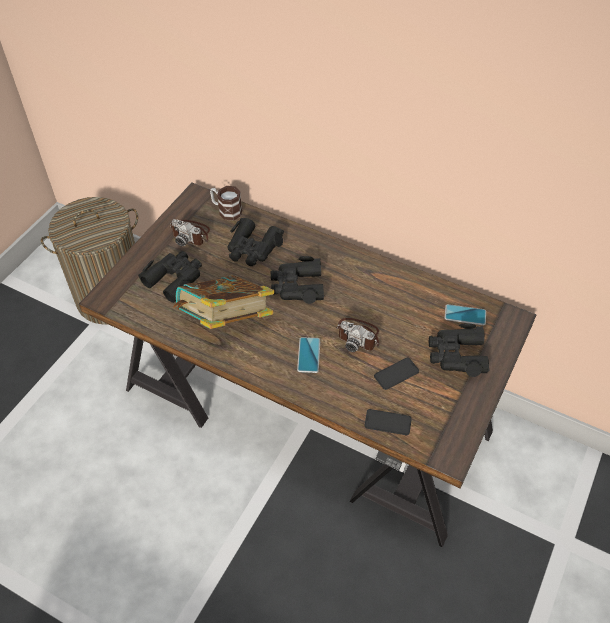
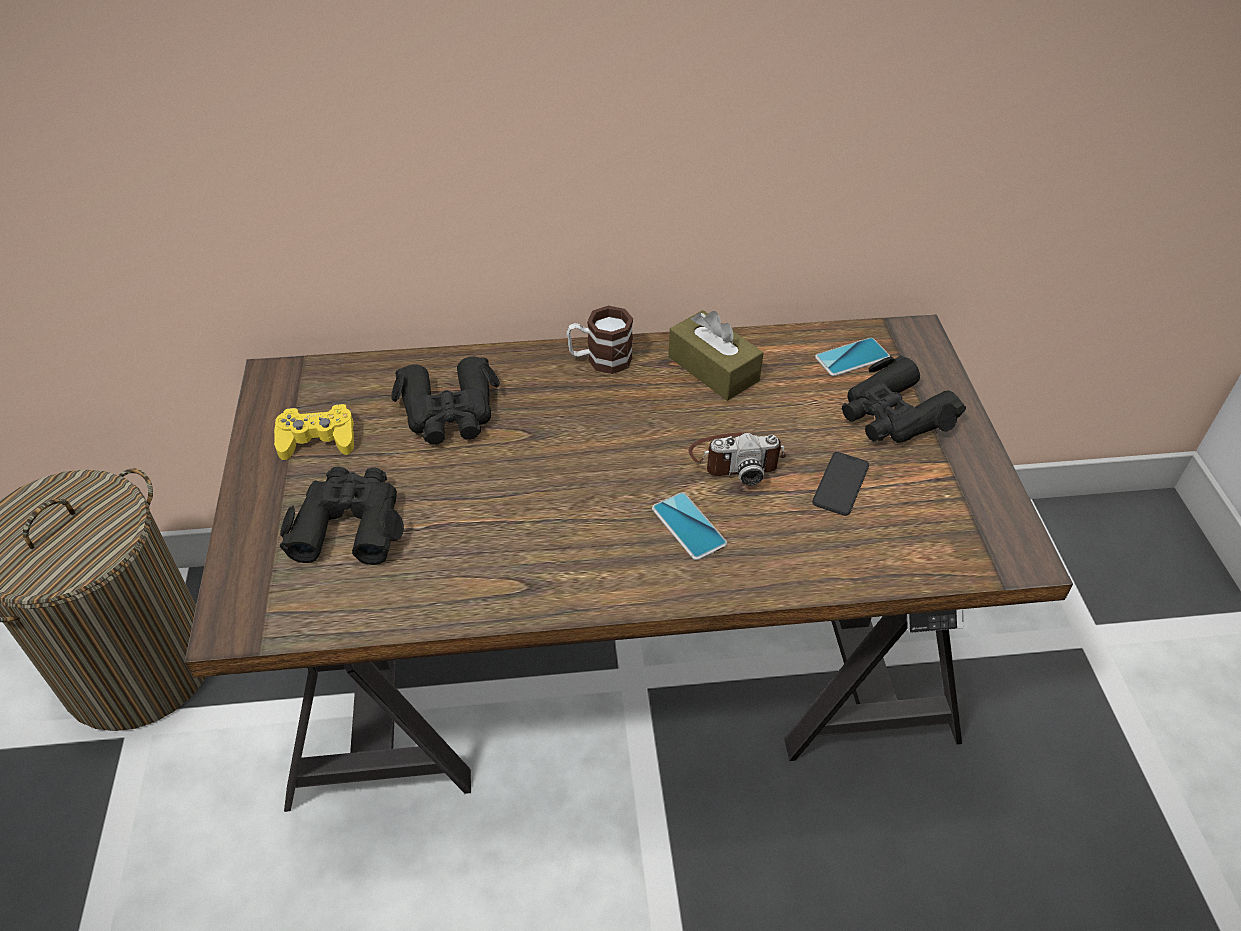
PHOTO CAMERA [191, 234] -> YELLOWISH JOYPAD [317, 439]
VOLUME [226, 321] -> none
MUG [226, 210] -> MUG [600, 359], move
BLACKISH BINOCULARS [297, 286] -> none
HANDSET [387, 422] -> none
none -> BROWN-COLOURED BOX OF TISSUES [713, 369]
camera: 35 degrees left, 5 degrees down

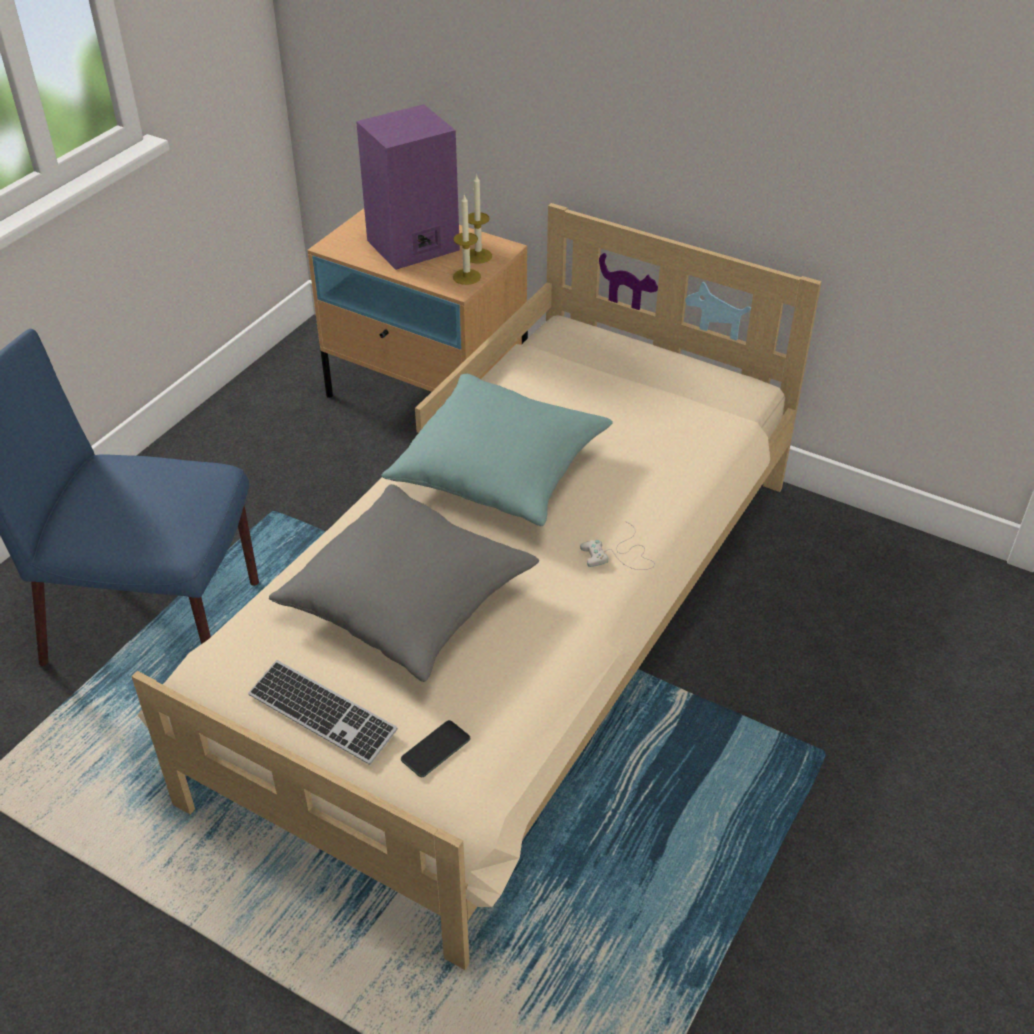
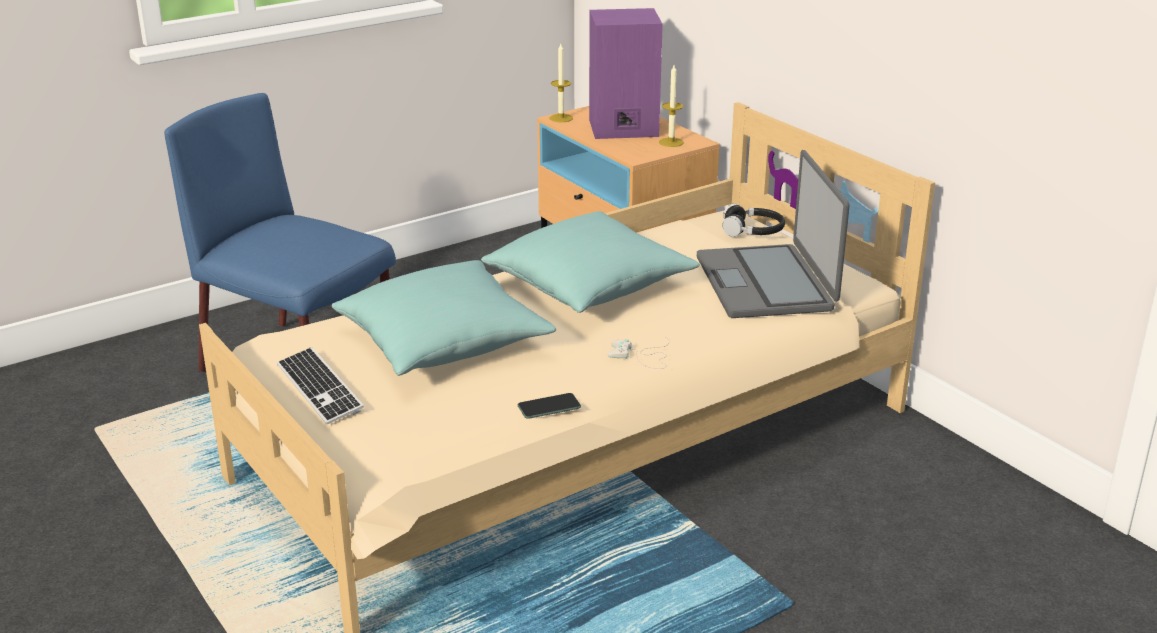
GREYISH PILLOW [408, 601] -> TURQUOISE-COLOURED PILLOW [443, 343]
HANDSET [435, 749] -> HANDSET [549, 407], move
CANDLE [466, 277] -> CANDLE [561, 118], move
none -> NOTEBOOK COMPUTER [766, 283]
none -> BLACKISH PAIR OF HEADPHONES [753, 231]
camera: 25 degrees right, 15 degrees down

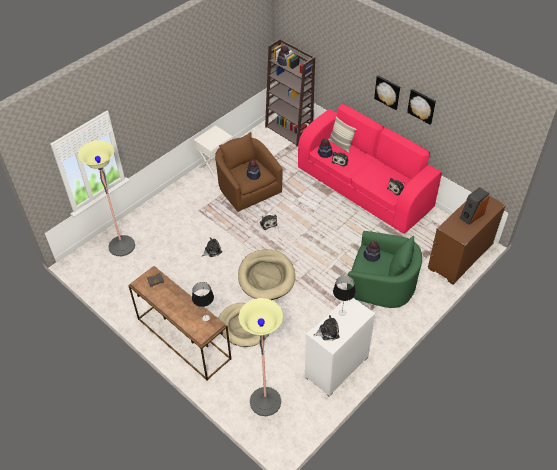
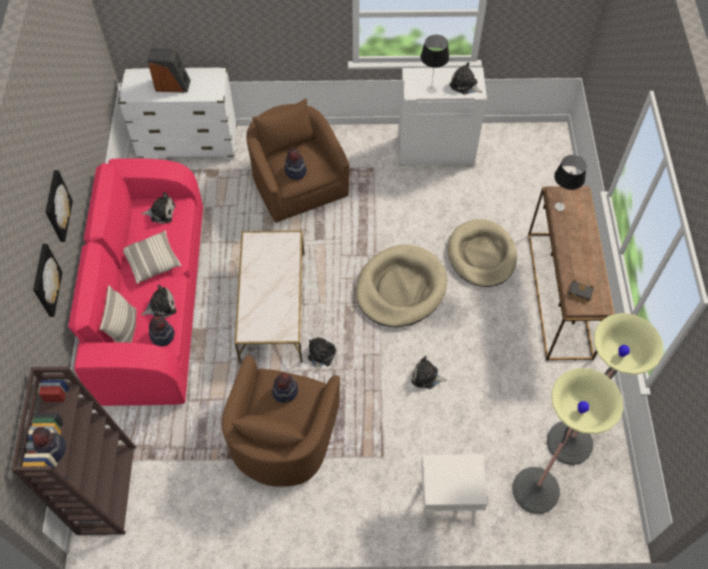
WHITE-COLOURED NIGHT TABLE [215, 166] -> WHITE-COLOURED NIGHT TABLE [447, 504], move
STANDING LAMP [265, 401] -> STANDING LAMP [569, 442], move
GREENISH EASY CHAIR [381, 284] -> BROWN-COLOURED EASY CHAIR [297, 182]
WALL PICTURE [422, 106] -> WALL PICTURE [45, 280], move
BROWN-COLOURED DRESSER [460, 257] -> WHITE-COLOURED DRESSER [188, 143]
none -> PILLOW [153, 261]
none -> WHITE-COLOURED COFFEE TABLE [273, 306]
camera: 135 degrees left, 10 degrees up

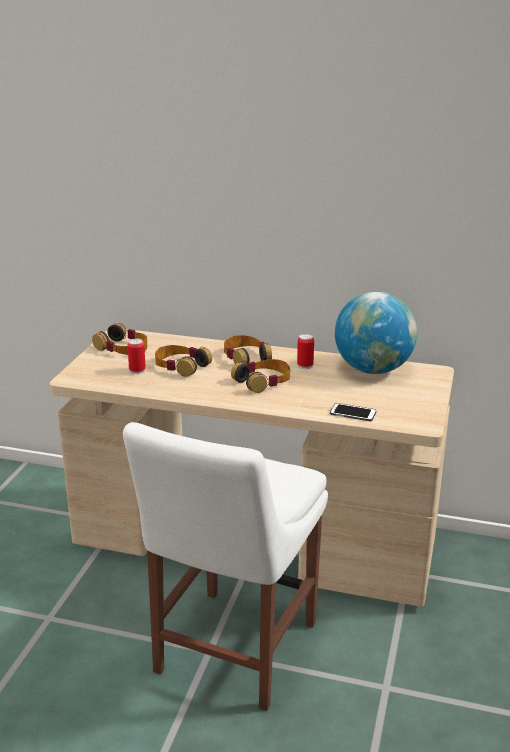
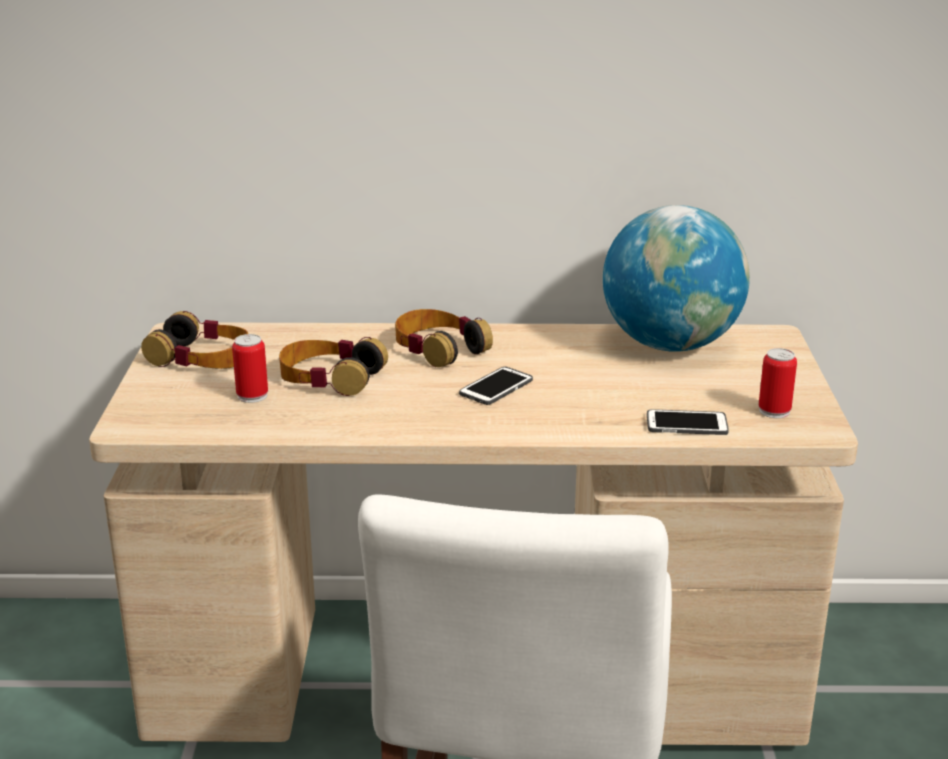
PAIR OF HEADPHONES [263, 381] -> HANDSET [496, 387]
METAL CAN [305, 365] -> METAL CAN [774, 411], move
camera: 15 degrees left, 0 degrees up

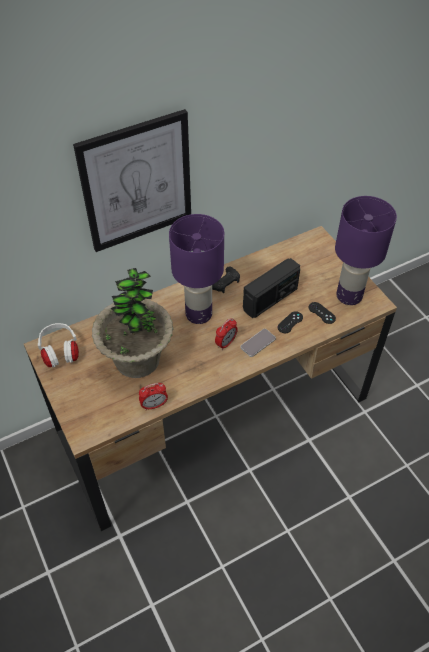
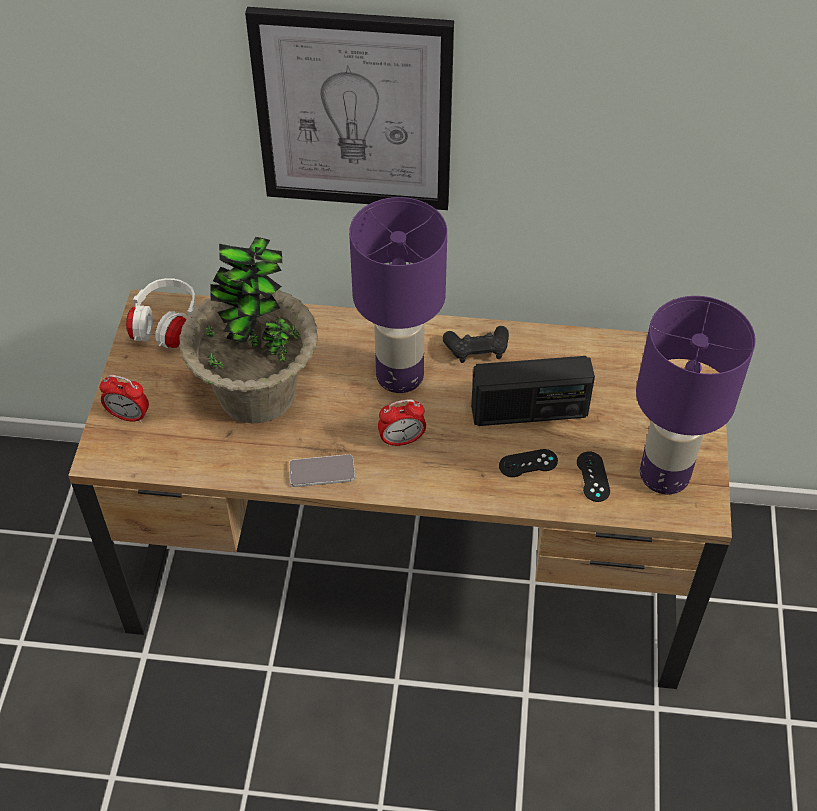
ALARM CLOCK [154, 405] -> ALARM CLOCK [129, 416], move
HANDSET [258, 343] -> HANDSET [322, 471], move
camera: 35 degrees right, 0 degrees up

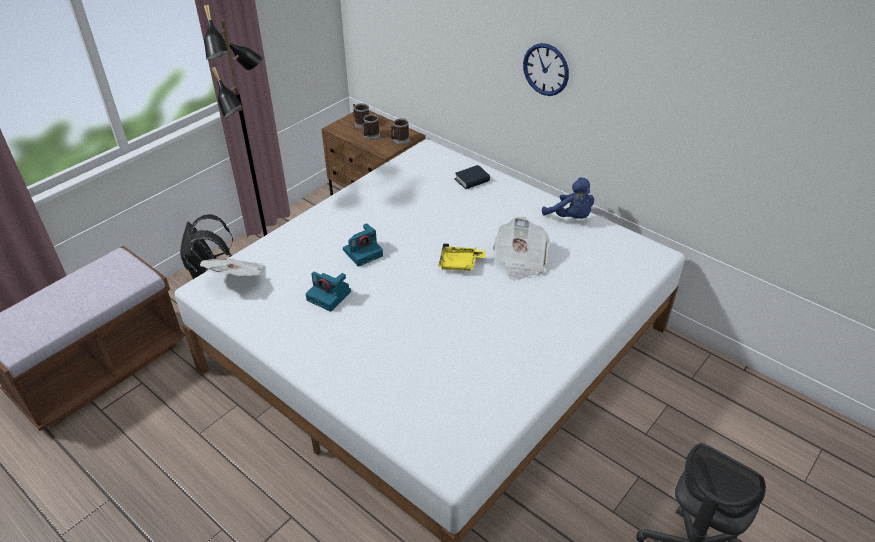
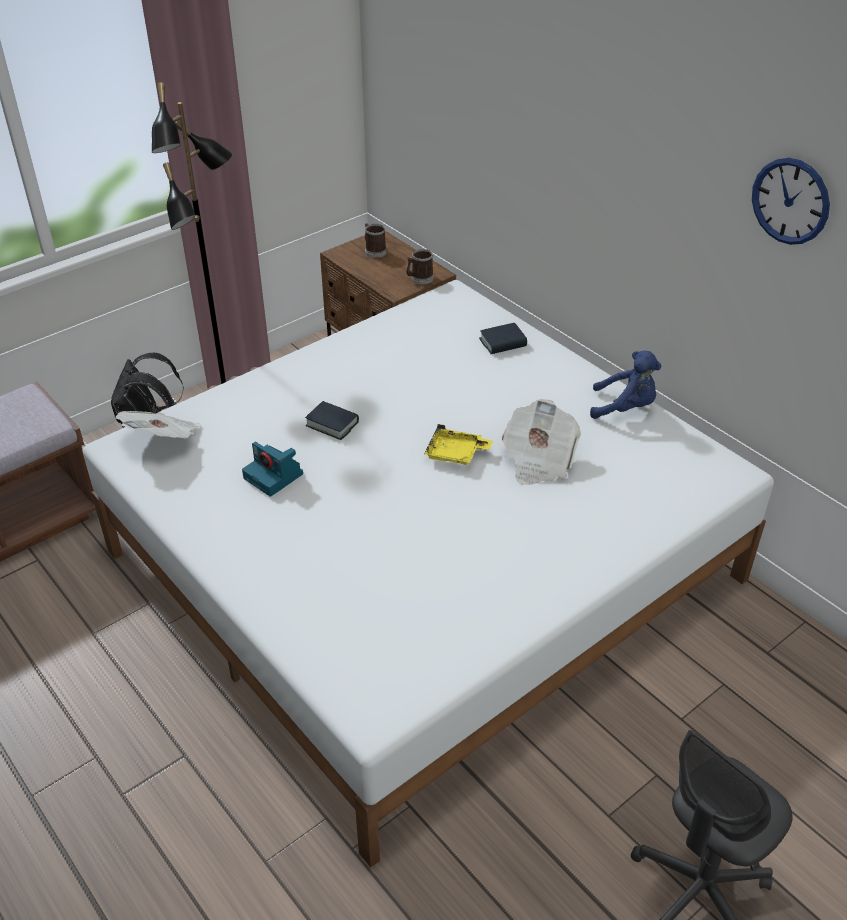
PHOTO CAMERA [363, 252] -> VOLUME [332, 424]
MUG [370, 136] -> none
CLOCK ON THE WALL [546, 69] -> CLOCK ON THE WALL [790, 201], move
BLUE SOFT TOY [570, 217] -> BLUE SOFT TOY [625, 408], 45 degrees counterclockwise
camera: 10 degrees right, 0 degrees up

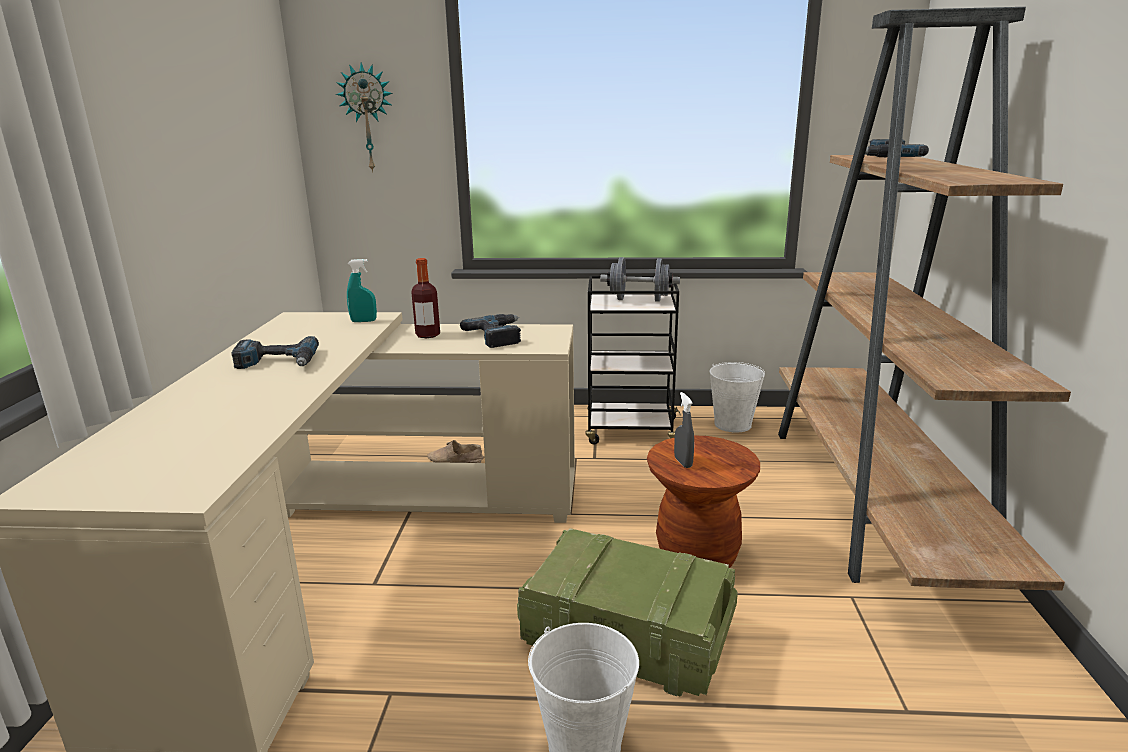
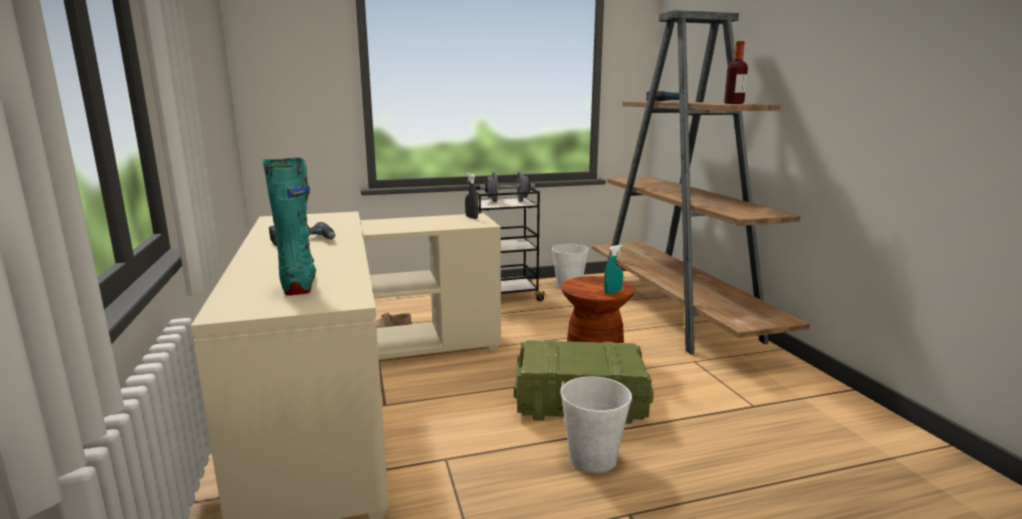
CLOCK ON THE WALL [368, 118] -> none
TURQUOISE-COLOURED SPRAY BOTTLE [363, 321] -> TURQUOISE-COLOURED SPRAY BOTTLE [613, 292], move
BEVERAGE BOTTLE [428, 335] -> BEVERAGE BOTTLE [734, 103], move
DRILL [499, 335] -> none
GREYISH SPRAY BOTTLE [683, 462] -> GREYISH SPRAY BOTTLE [471, 217], move
none -> TURQUOISE-COLOURED TALL BOOT [299, 284]
camera: 20 degrees left, 5 degrees down

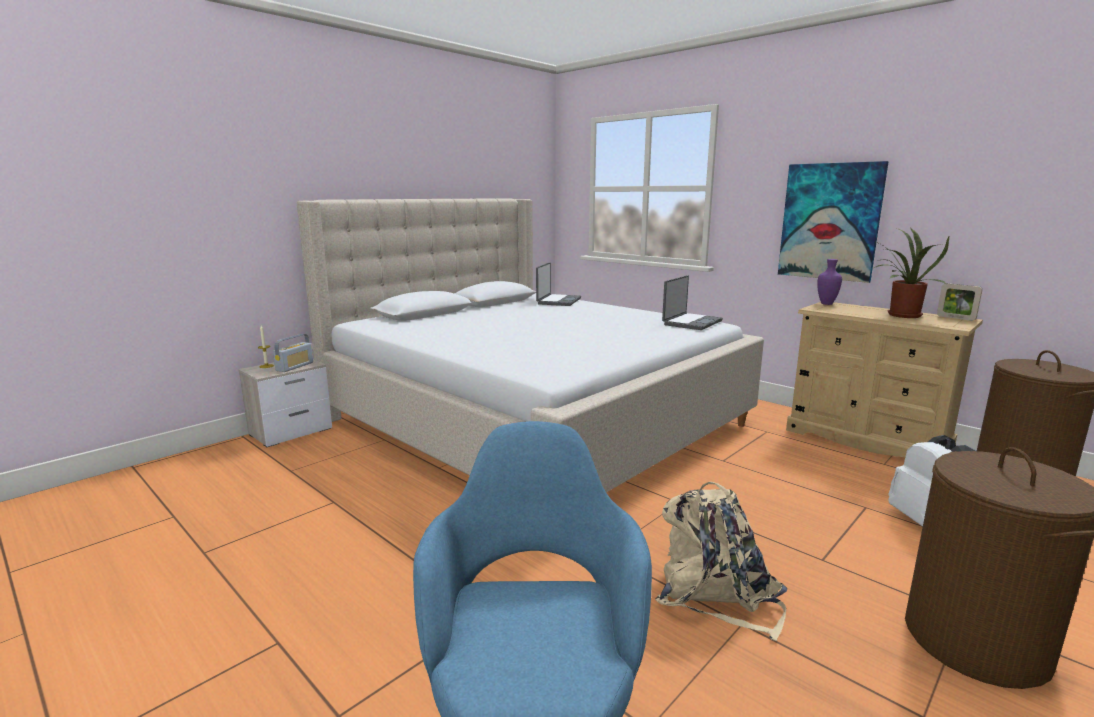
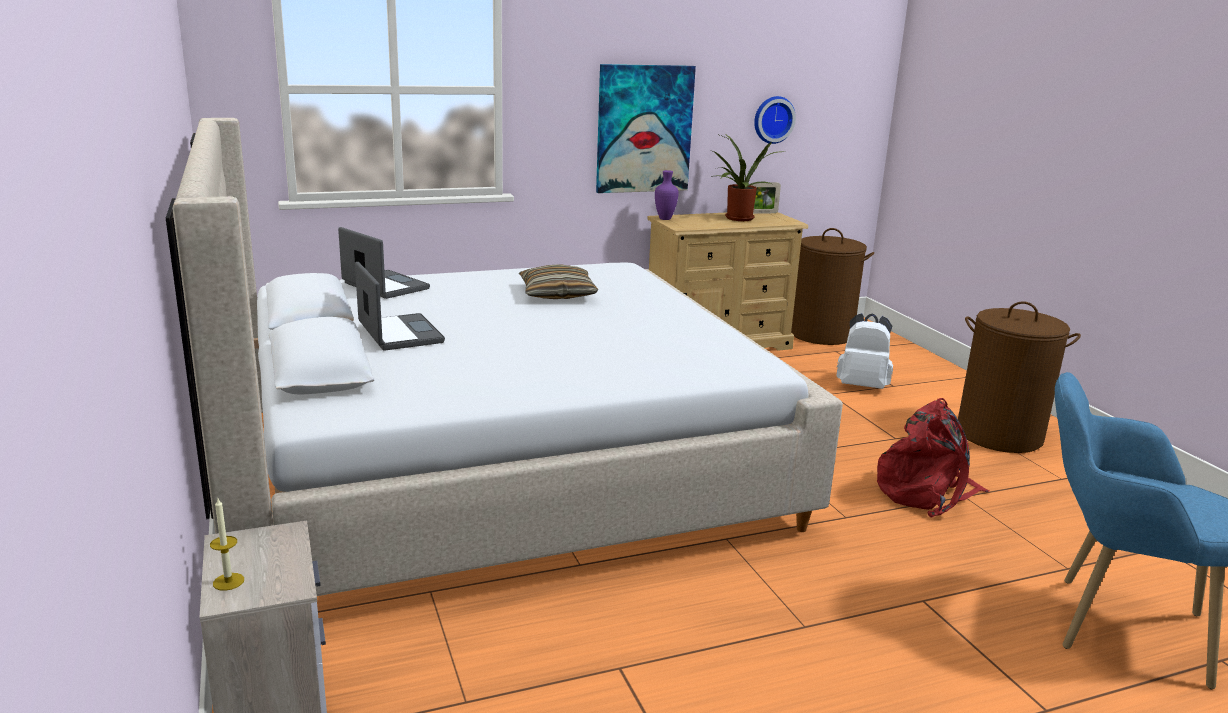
RADIO SET [295, 366] -> none
SAND-COLOURED RUCKSACK [716, 595] -> RED RUCKSACK [926, 492]
NOTEBOOK COMPUTER [691, 322] -> NOTEBOOK COMPUTER [398, 334], move
none -> PILLOW [557, 294]
none -> CLOCK ON THE WALL [772, 119]
camera: 65 degrees left, 5 degrees up

